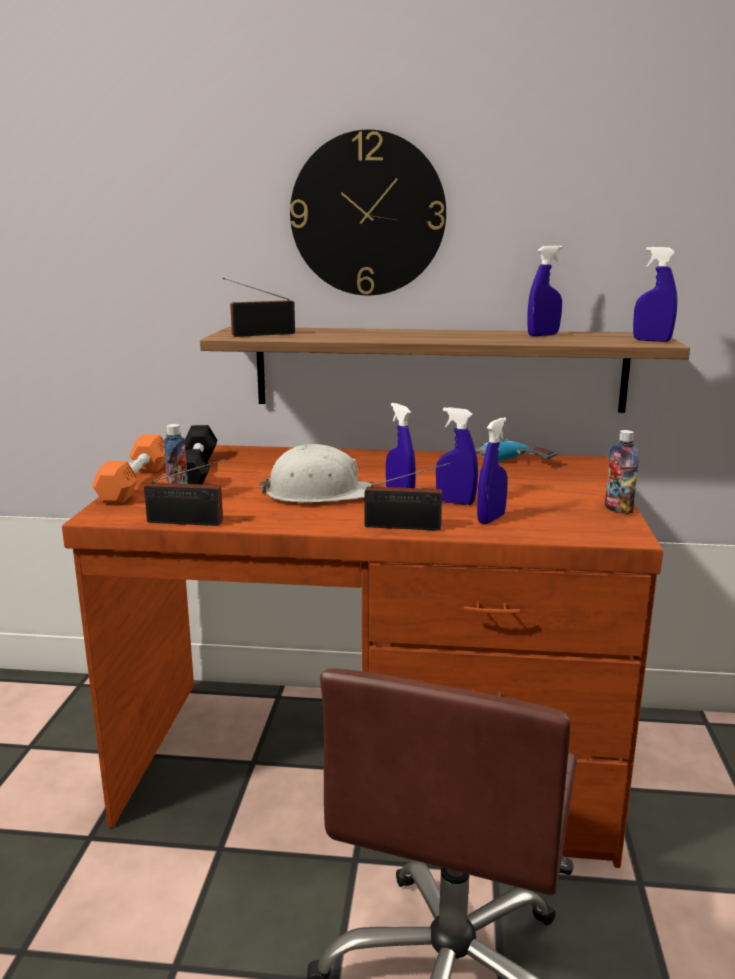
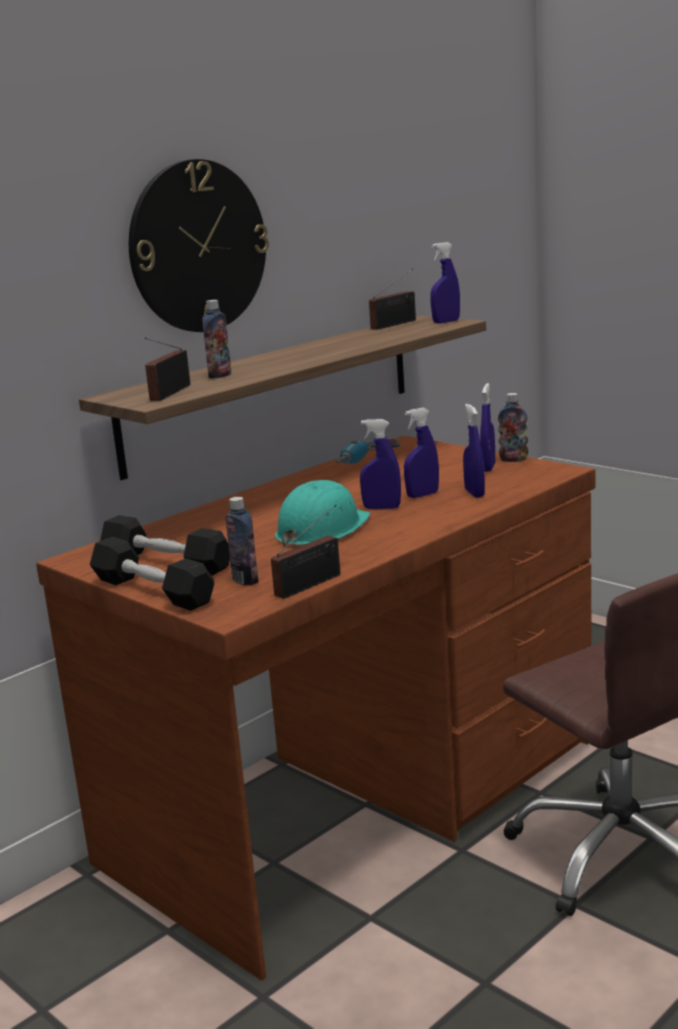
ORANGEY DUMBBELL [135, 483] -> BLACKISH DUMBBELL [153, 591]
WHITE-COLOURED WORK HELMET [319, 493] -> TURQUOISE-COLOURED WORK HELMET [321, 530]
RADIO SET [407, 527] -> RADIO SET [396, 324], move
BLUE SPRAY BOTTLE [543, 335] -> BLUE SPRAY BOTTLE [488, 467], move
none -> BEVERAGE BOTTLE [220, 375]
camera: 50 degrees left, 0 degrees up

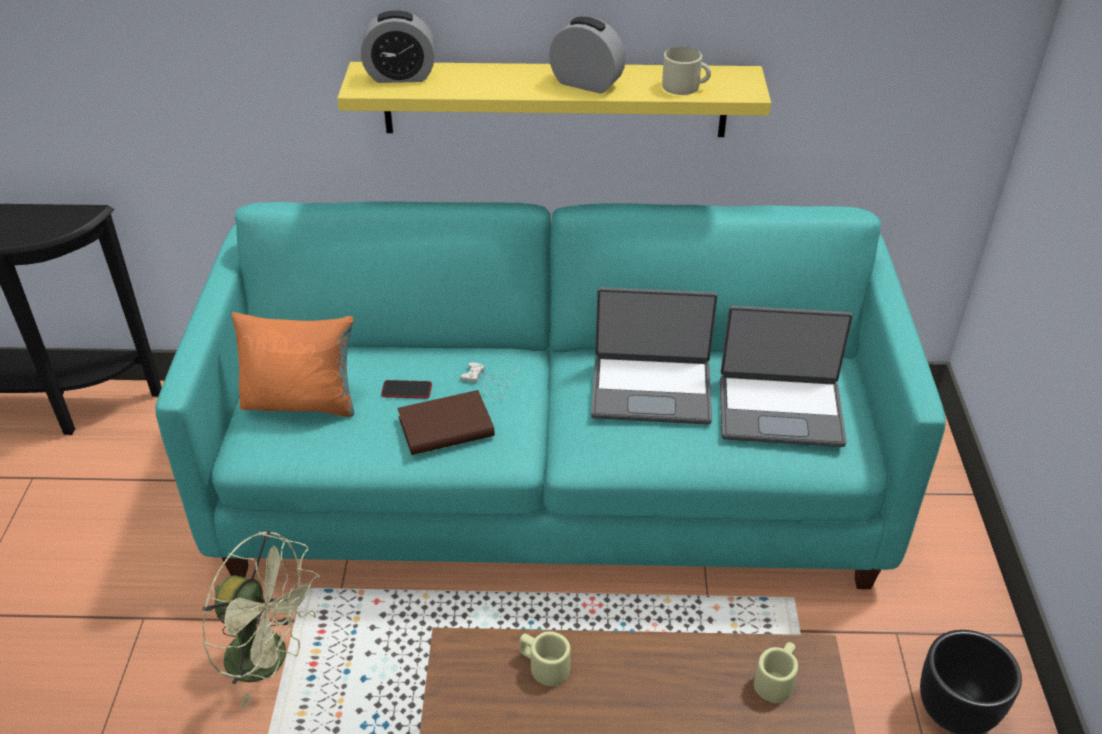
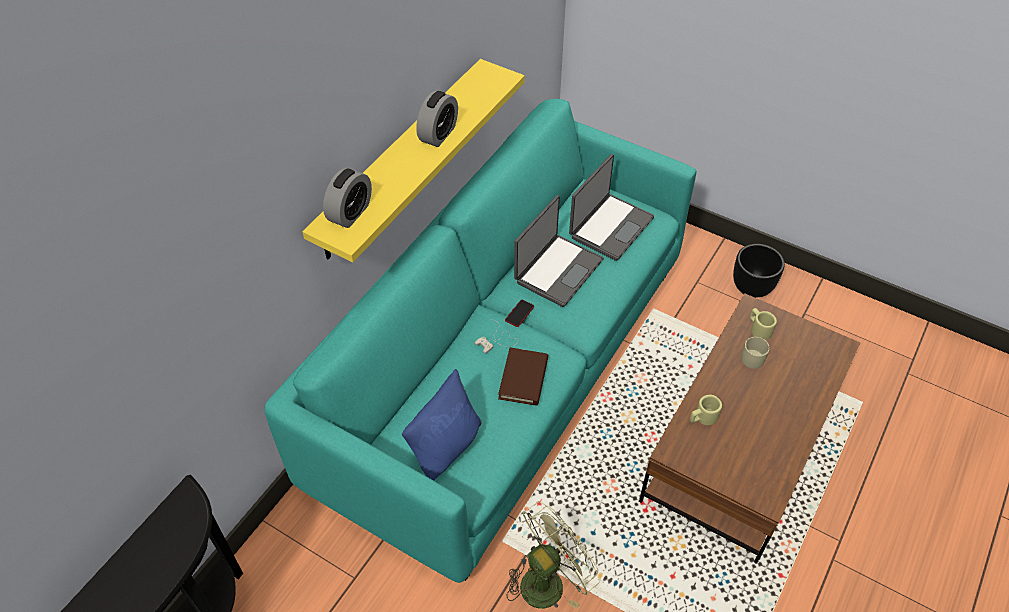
ORANGEY PILLOW [302, 402] -> BLUE PILLOW [446, 446]
HANDSET [406, 390] -> HANDSET [519, 313], move
ALARM CLOCK [586, 83] -> ALARM CLOCK [438, 134], 150 degrees clockwise
SAND-COLOURED MUG [685, 87] -> SAND-COLOURED MUG [754, 357], move
camera: 60 degrees left, 10 degrees up

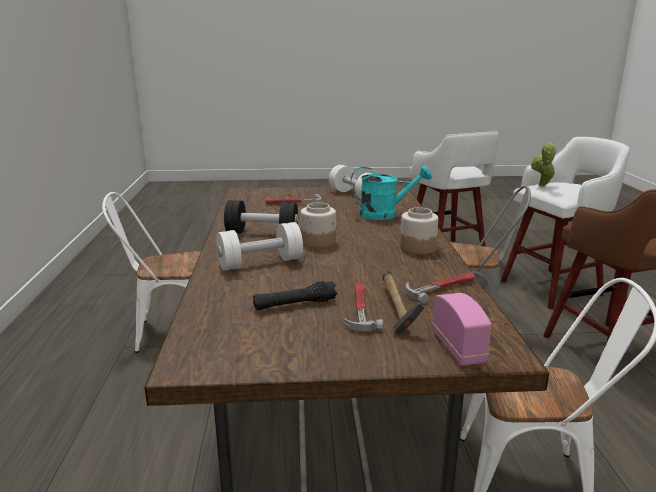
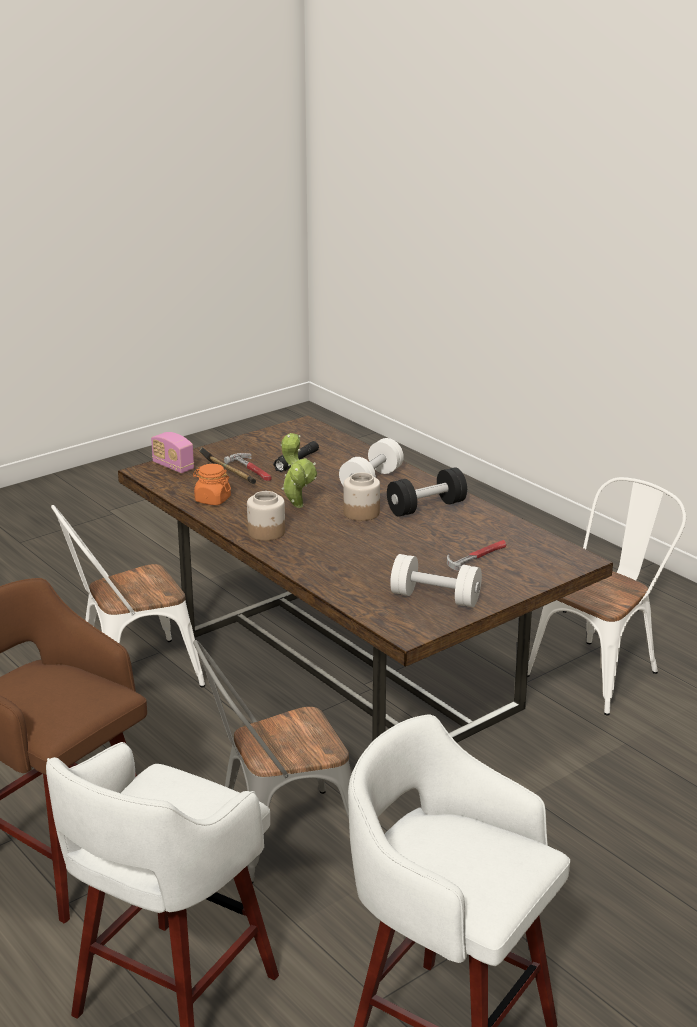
TURQUOISE-COLOURED WATERING CAN [385, 214] -> none
HAND HAMMER [441, 288] -> ORANGEY JAR [212, 500]
POTTED PLANT [542, 186] -> POTTED PLANT [297, 504], move
camera: 145 degrees right, 5 degrees up

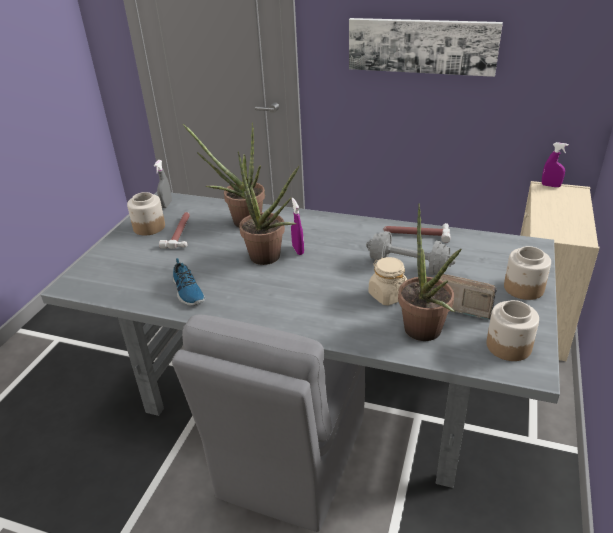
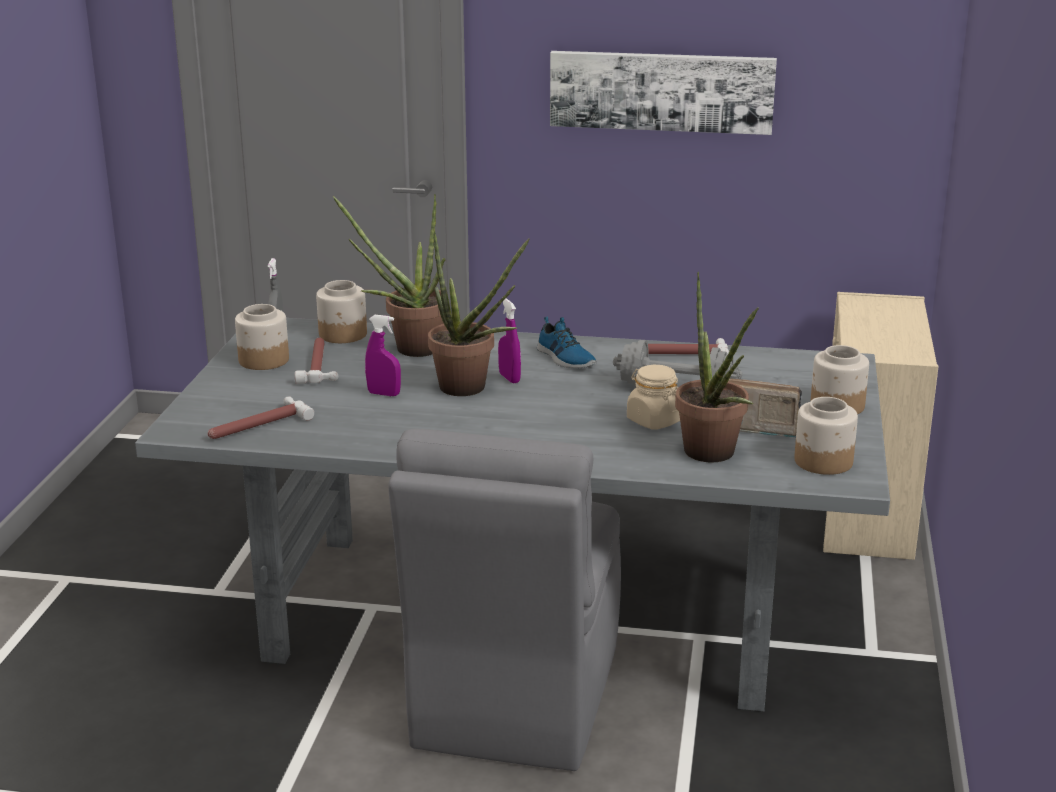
ITEM OF FOOTWEAR [187, 292] -> ITEM OF FOOTWEAR [564, 358], move
PURPLE SPRAY BOTTLE [550, 186] -> PURPLE SPRAY BOTTLE [384, 394], move
none -> HAND HAMMER [256, 426]
none -> JAR [343, 334]
camera: 10 degrees left, 10 degrees down

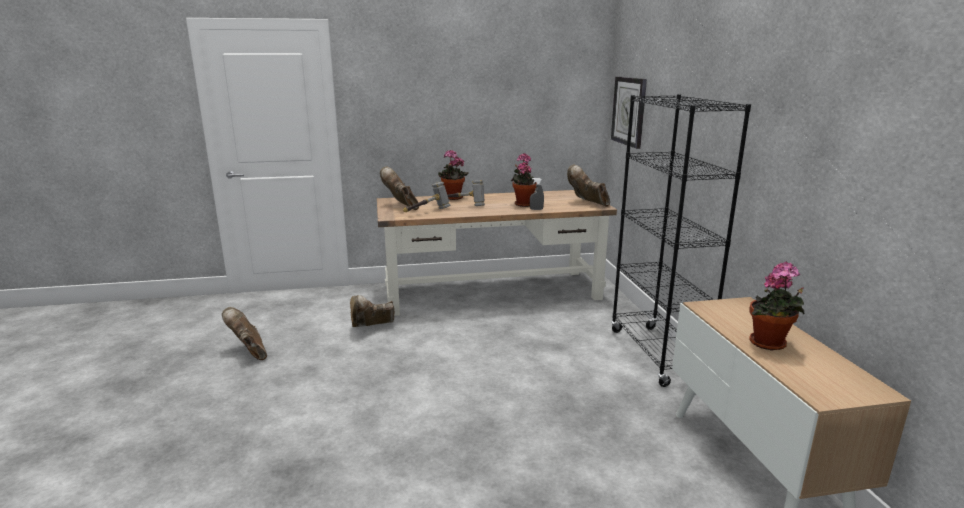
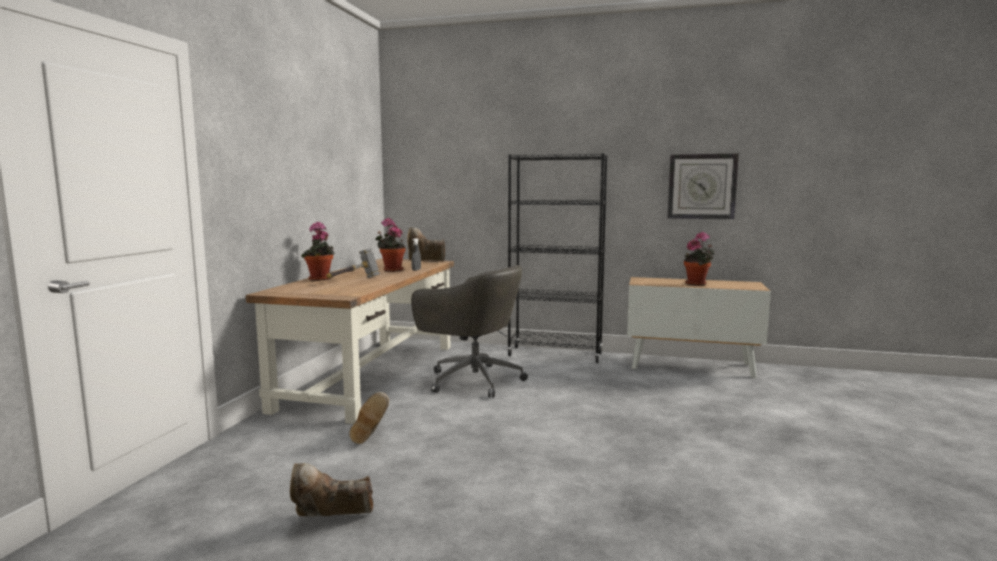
BROWN-COLOURED TALL BOOT [401, 206] -> none
HAND HAMMER [427, 212] -> none
CLOCK ON THE WALL [629, 111] -> CLOCK ON THE WALL [702, 186], move
none -> GREYISH DESK CHAIR [472, 380]
camera: 65 degrees left, 10 degrees down

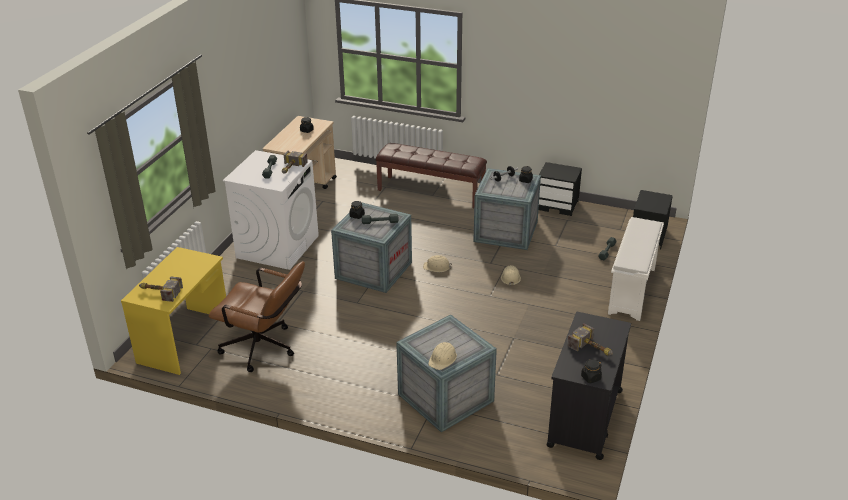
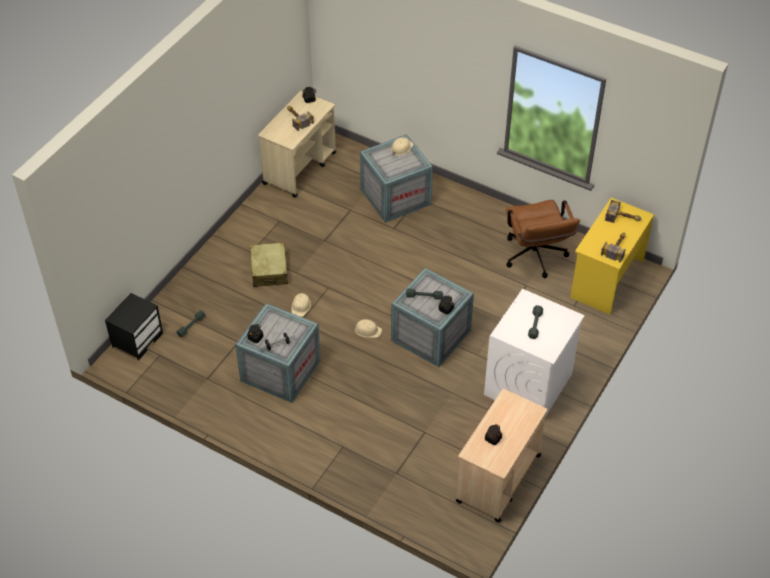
BROWN-COLOURED DESK CHAIR [264, 349] -> BROWN-COLOURED DESK CHAIR [536, 259], 135 degrees counterclockwise
HAND HAMMER [290, 169] -> HAND HAMMER [617, 247], move
BROWN-COLOURED BENCH [431, 191] -> none
BLACKISH NIGHT TABLE [558, 205] -> none
BLACKISH TROLLEY [584, 418] -> SAND-COLOURED TROLLEY [300, 168]
WHITE-COLOURED SHOE SHELF [632, 291] -> none
none -> SAND-COLOURED PIECE OF LUGGAGE [269, 270]
camera: 170 degrees left, 15 degrees up

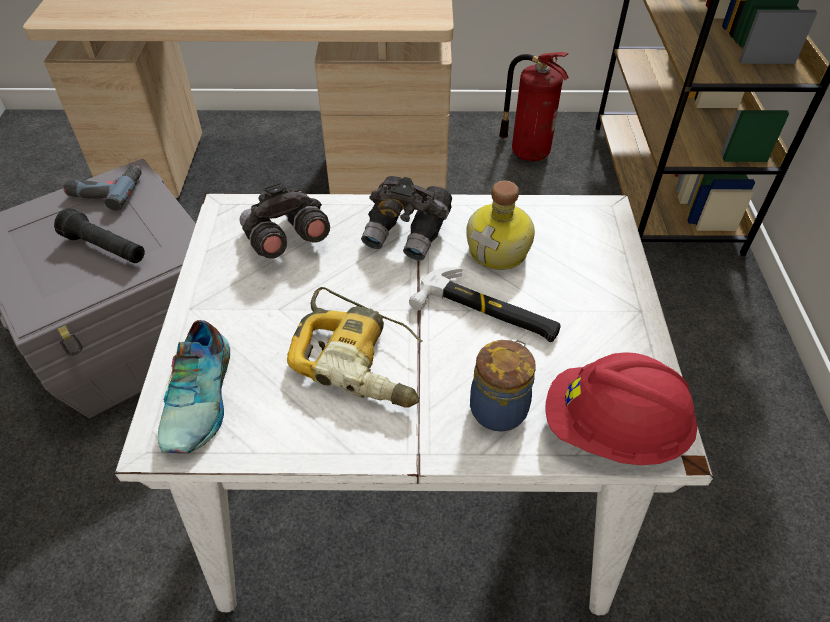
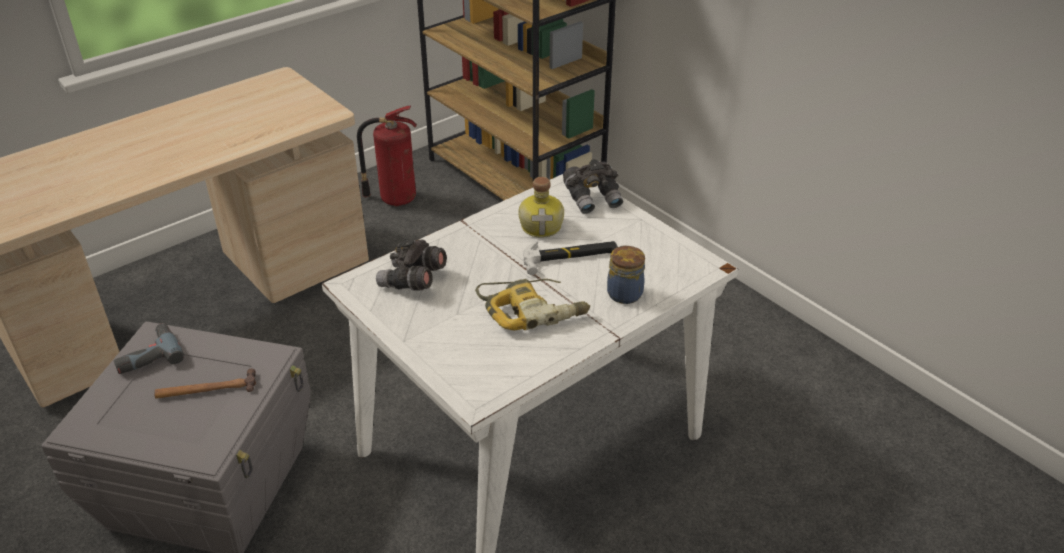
BLACKISH HAND TORCH [106, 248] -> HAND HAMMER [206, 389]
ITEM OF FOOTWEAR [202, 397] -> none
GREYISH BINOCULARS [407, 233] -> GREYISH BINOCULARS [593, 198], move
RED WORK HELMET [613, 430] -> none
camera: 40 degrees left, 10 degrees down

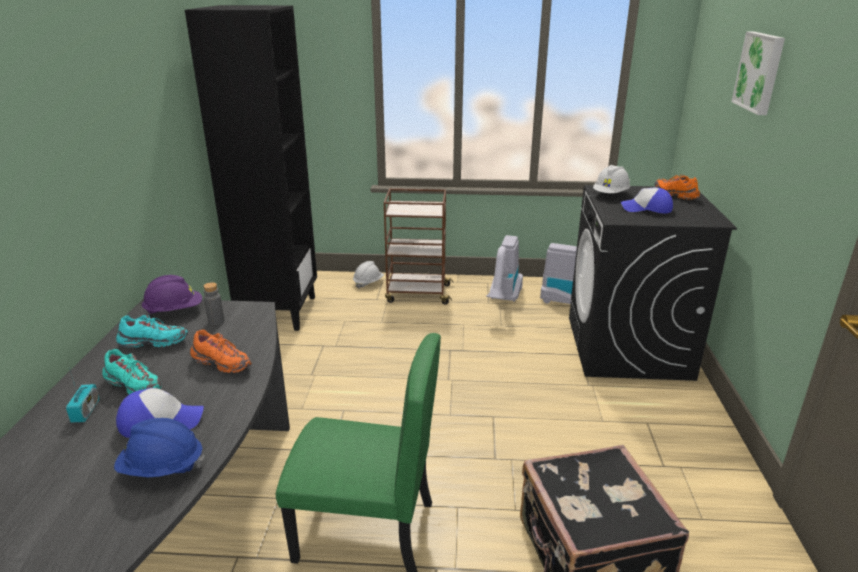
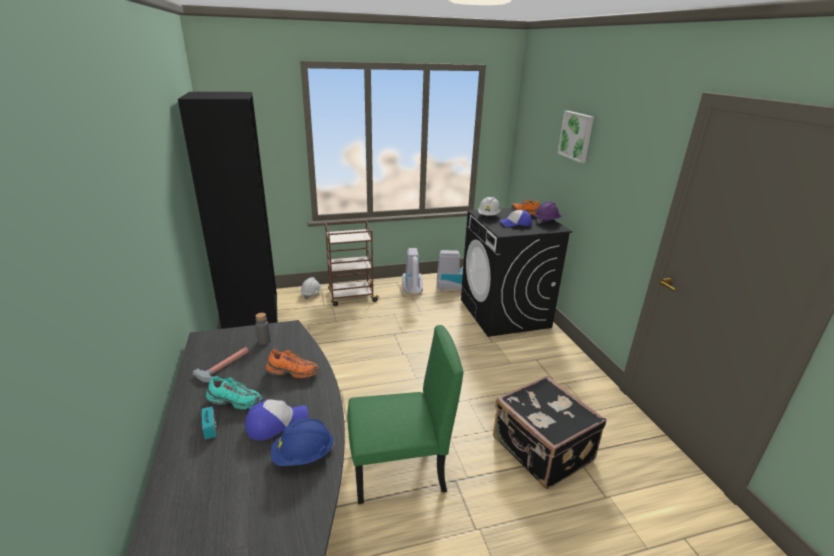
TURQUOISE-COLOURED ITEM OF FOOTWEAR [154, 343] -> HAND HAMMER [226, 366]
PURPLE WORK HELMET [174, 311] -> PURPLE WORK HELMET [546, 221], move
camera: 20 degrees left, 0 degrees up

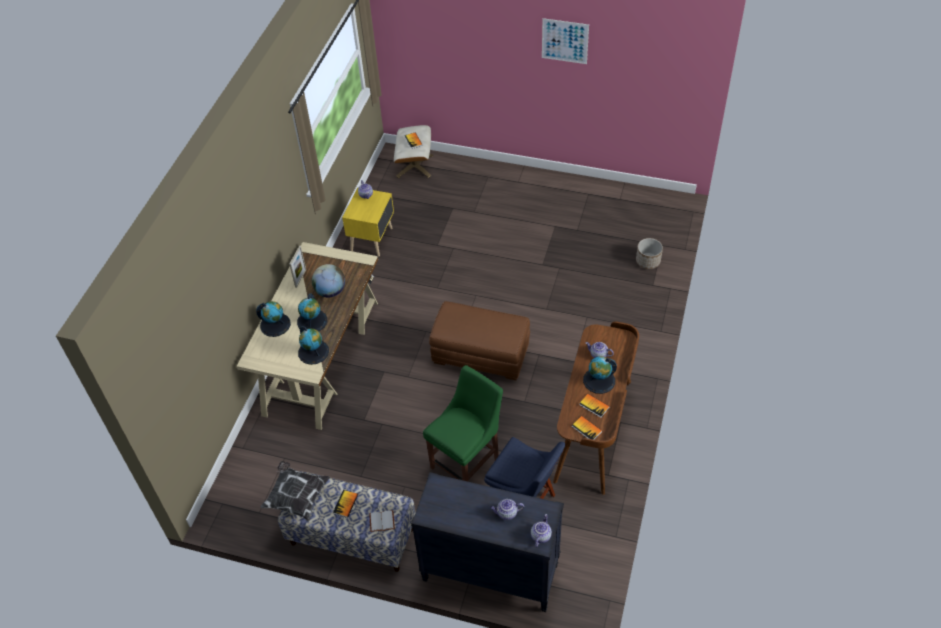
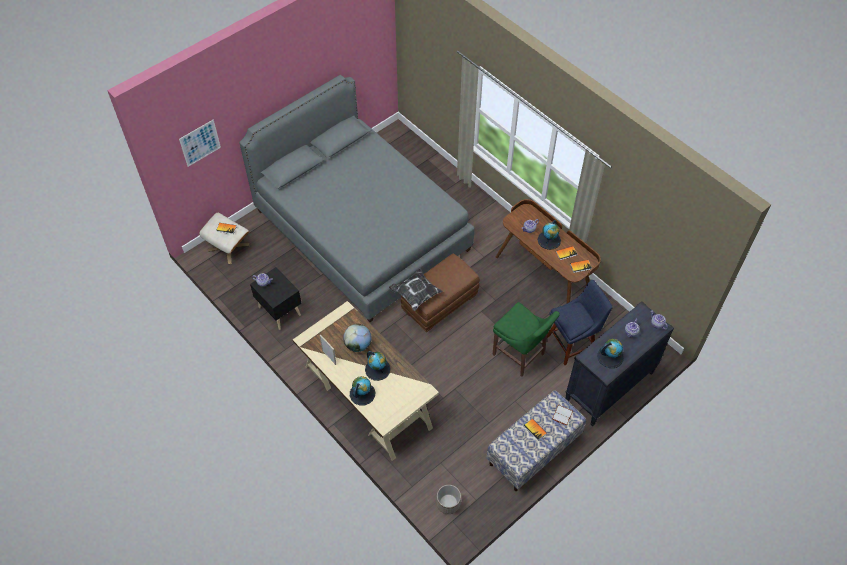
PILLOW [296, 497] -> PILLOW [415, 294], move
GLOBE [313, 352] -> GLOBE [610, 356], move
YELLOWISH NIGHT TABLE [373, 239] -> BLACKISH NIGHT TABLE [280, 310]
GREENISH UPRIGHT CHAIR [467, 462] -> GREENISH UPRIGHT CHAIR [520, 356], 150 degrees clockwise
WALL PICTURE [565, 41] -> WALL PICTURE [200, 143], move
PLANTER [648, 261] -> PLANTER [448, 503], move
none -> GREYISH BEDROOM BED [362, 230]
camera: 60 degrees left, 5 degrees up

